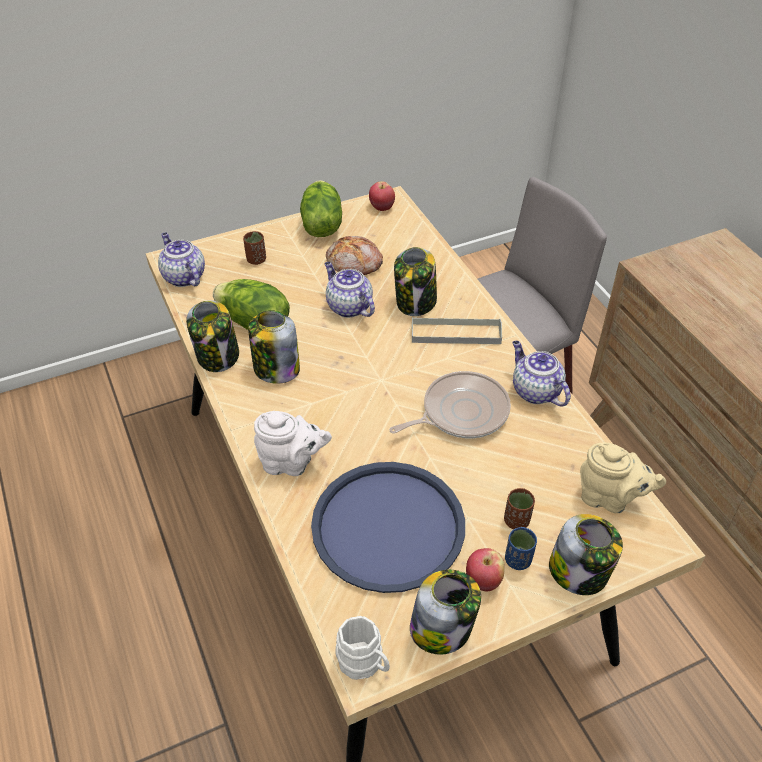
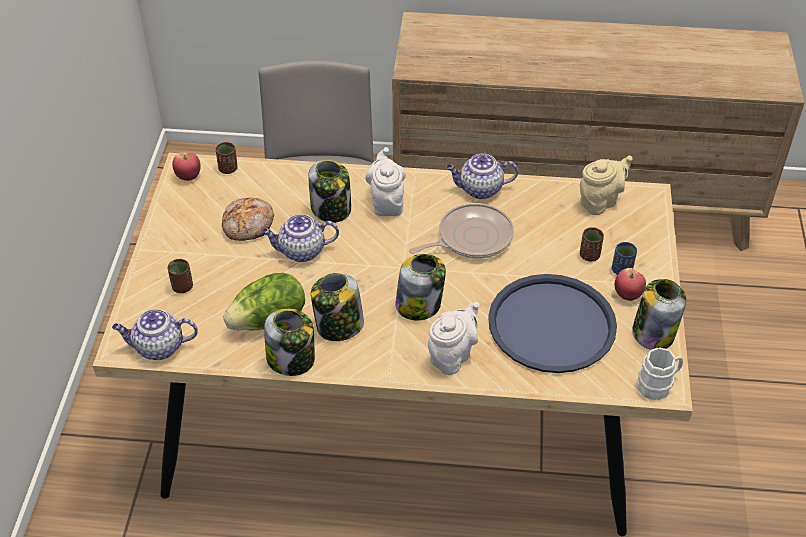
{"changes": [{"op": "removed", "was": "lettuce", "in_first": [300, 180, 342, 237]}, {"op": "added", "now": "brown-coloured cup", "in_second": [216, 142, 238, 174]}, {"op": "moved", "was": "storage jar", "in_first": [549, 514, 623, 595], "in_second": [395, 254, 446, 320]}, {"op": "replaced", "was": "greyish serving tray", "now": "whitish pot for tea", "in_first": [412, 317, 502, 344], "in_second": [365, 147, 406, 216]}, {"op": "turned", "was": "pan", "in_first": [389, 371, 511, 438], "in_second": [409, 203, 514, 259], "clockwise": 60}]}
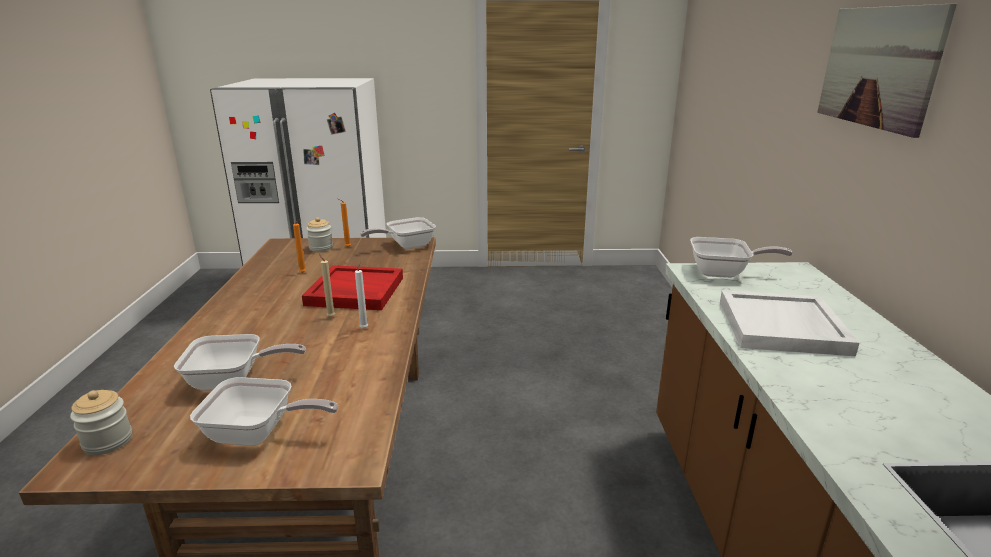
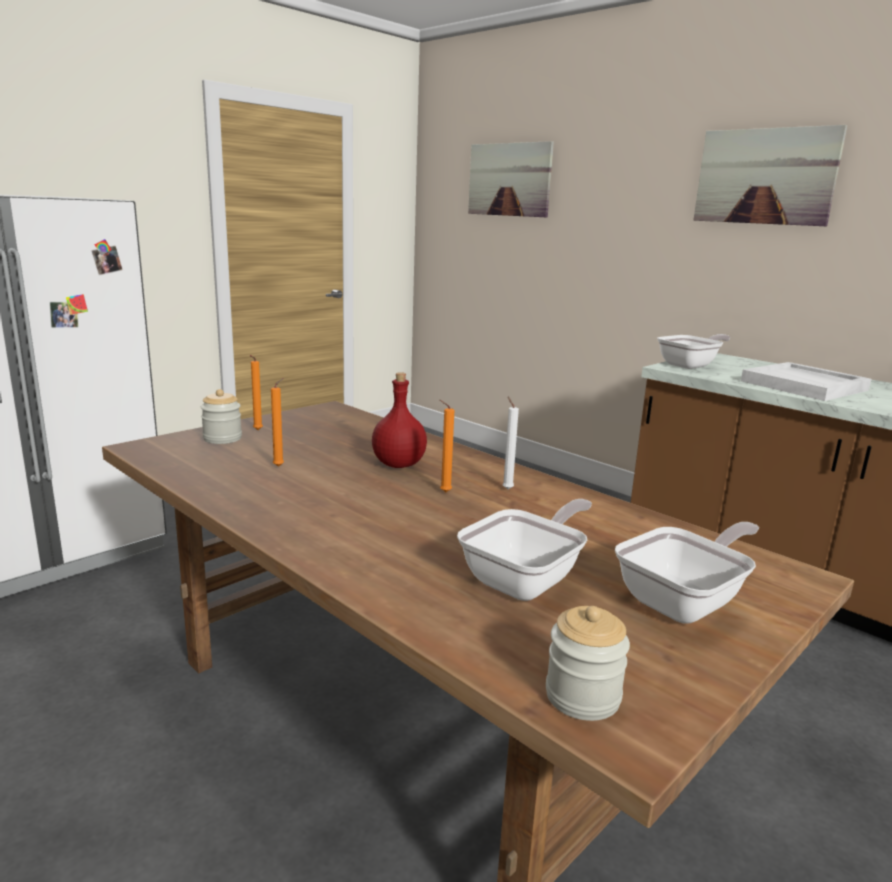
{"changes": [{"op": "removed", "was": "pan", "in_first": [360, 217, 436, 249]}, {"op": "added", "now": "picture", "in_second": [468, 141, 554, 217]}, {"op": "replaced", "was": "reddish serving tray", "now": "reddish bottle", "in_first": [302, 265, 403, 310], "in_second": [372, 372, 427, 468]}, {"op": "recoloured", "was": "sand-coloured candle", "now": "orange candle", "in_first": [319, 253, 335, 317], "in_second": [440, 400, 454, 492]}]}
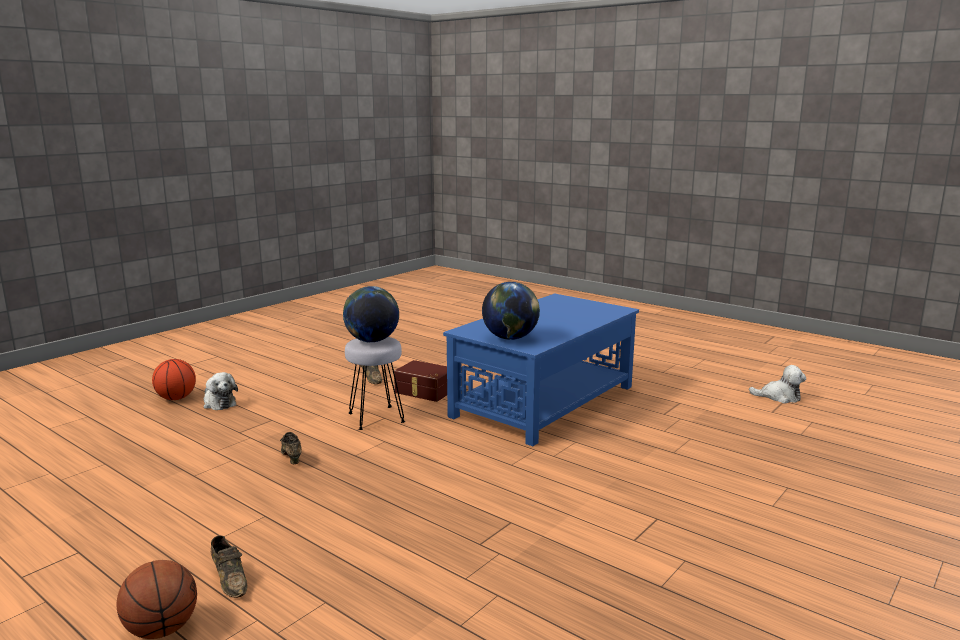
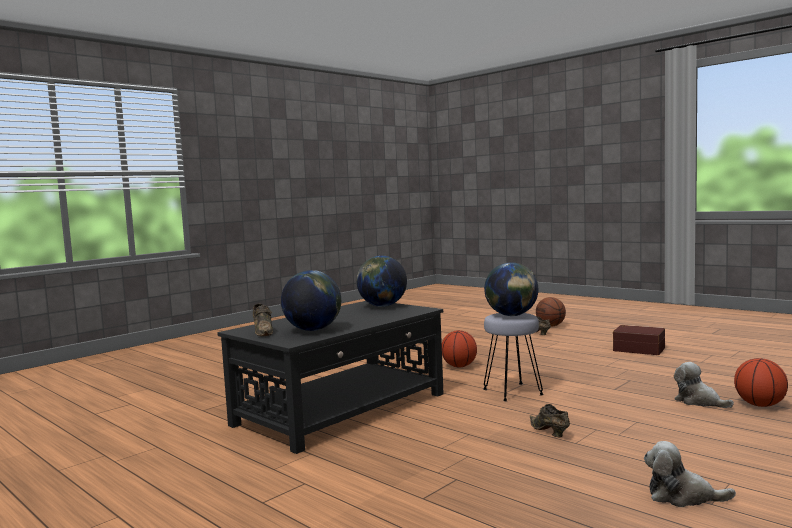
{"changes": [{"op": "added", "now": "world globe", "in_second": [281, 270, 341, 331]}, {"op": "added", "now": "basketball", "in_second": [442, 330, 477, 368]}, {"op": "moved", "was": "brown-coloured item of footwear", "in_first": [280, 432, 302, 464], "in_second": [253, 303, 273, 336]}, {"op": "moved", "was": "brown-coloured storage container", "in_first": [394, 360, 447, 402], "in_second": [613, 325, 665, 355]}, {"op": "moved", "was": "cuddly toy", "in_first": [749, 365, 806, 403], "in_second": [644, 441, 736, 507]}, {"op": "recoloured", "was": "blue-coloured coffee table", "now": "black coffee table", "in_first": [443, 293, 639, 446], "in_second": [217, 301, 444, 454]}]}
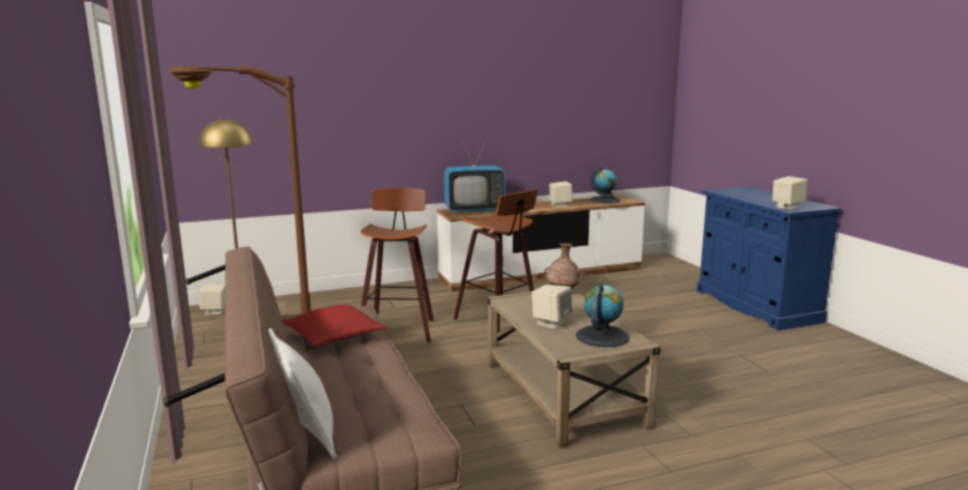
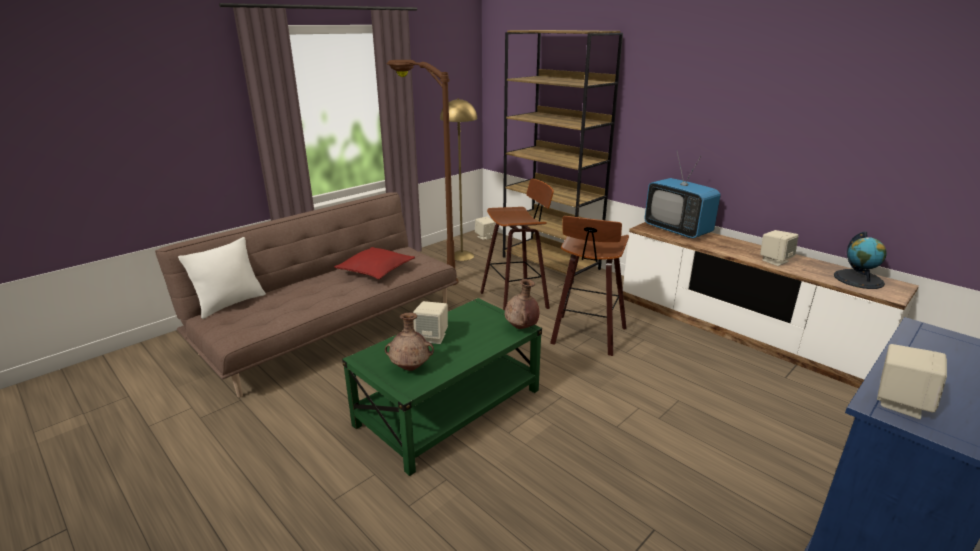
{"changes": [{"op": "added", "now": "brown-coloured bookshelf", "in_second": [503, 30, 623, 283]}, {"op": "replaced", "was": "world globe", "now": "brown-coloured vase", "in_first": [576, 283, 630, 347], "in_second": [385, 313, 434, 371]}, {"op": "recoloured", "was": "sand-coloured coffee table", "now": "green-coloured coffee table", "in_first": [487, 289, 661, 448], "in_second": [342, 298, 542, 476]}]}
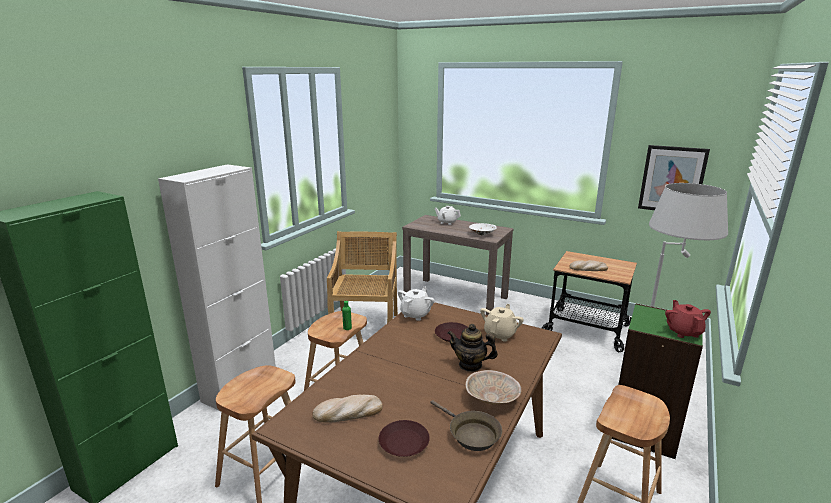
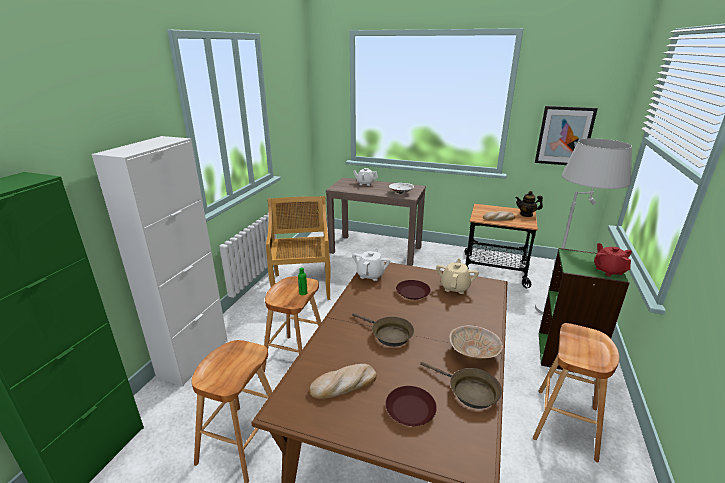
{"changes": [{"op": "added", "now": "brown-coloured pan", "in_second": [352, 313, 414, 347]}, {"op": "moved", "was": "pot for tea", "in_first": [448, 324, 498, 372], "in_second": [515, 191, 543, 217]}]}
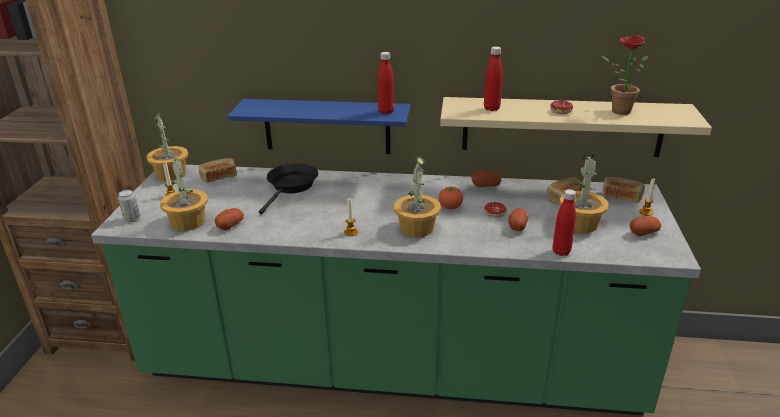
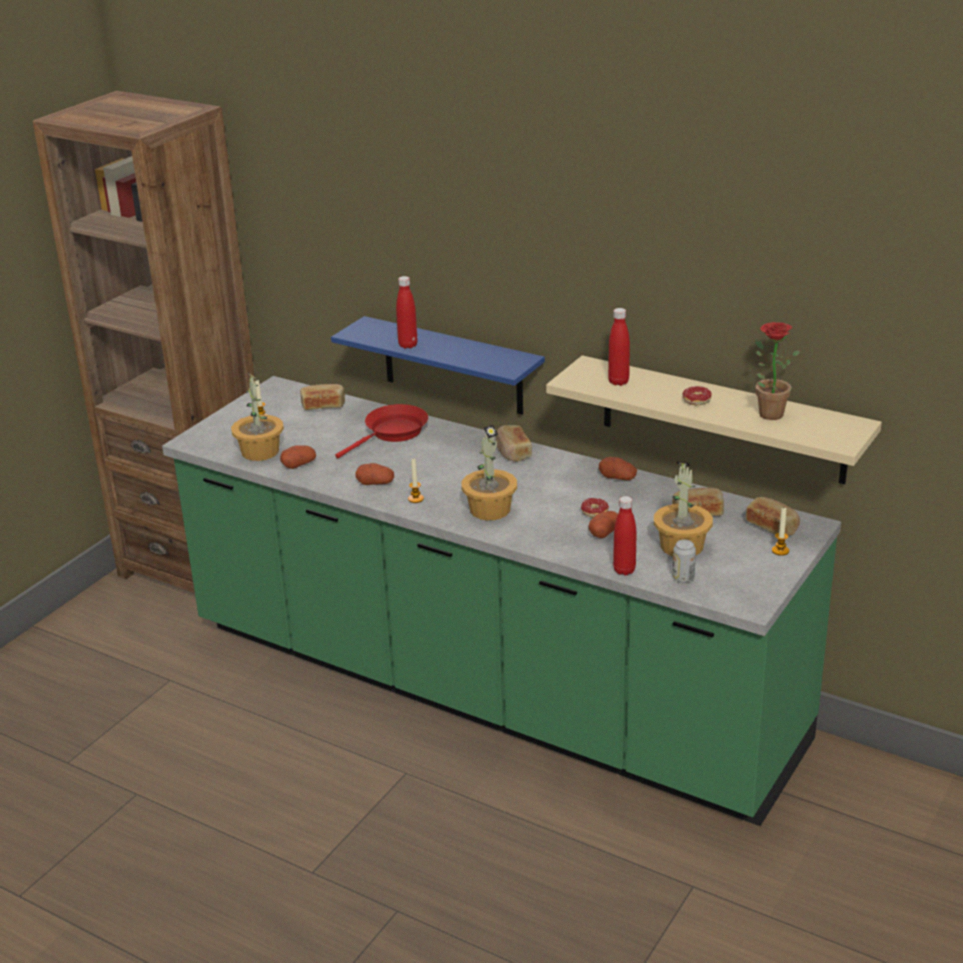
{"changes": [{"op": "removed", "was": "houseplant", "in_first": [146, 111, 189, 181]}, {"op": "removed", "was": "whole tomato", "in_first": [439, 186, 463, 209]}, {"op": "added", "now": "bread", "in_second": [496, 425, 532, 462]}, {"op": "moved", "was": "sealed can", "in_first": [118, 190, 140, 222], "in_second": [673, 540, 696, 583]}, {"op": "moved", "was": "reddish bottle", "in_first": [378, 52, 394, 114], "in_second": [396, 276, 417, 349]}, {"op": "moved", "was": "potato", "in_first": [630, 216, 661, 236], "in_second": [355, 463, 394, 485]}, {"op": "recoloured", "was": "black pan", "now": "reddish pan", "in_first": [259, 163, 318, 214], "in_second": [335, 404, 428, 459]}]}
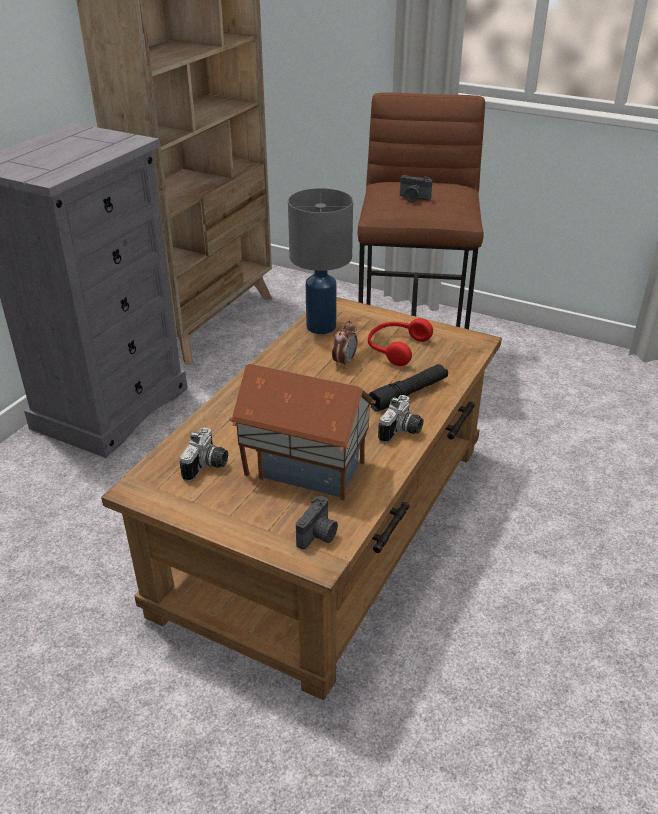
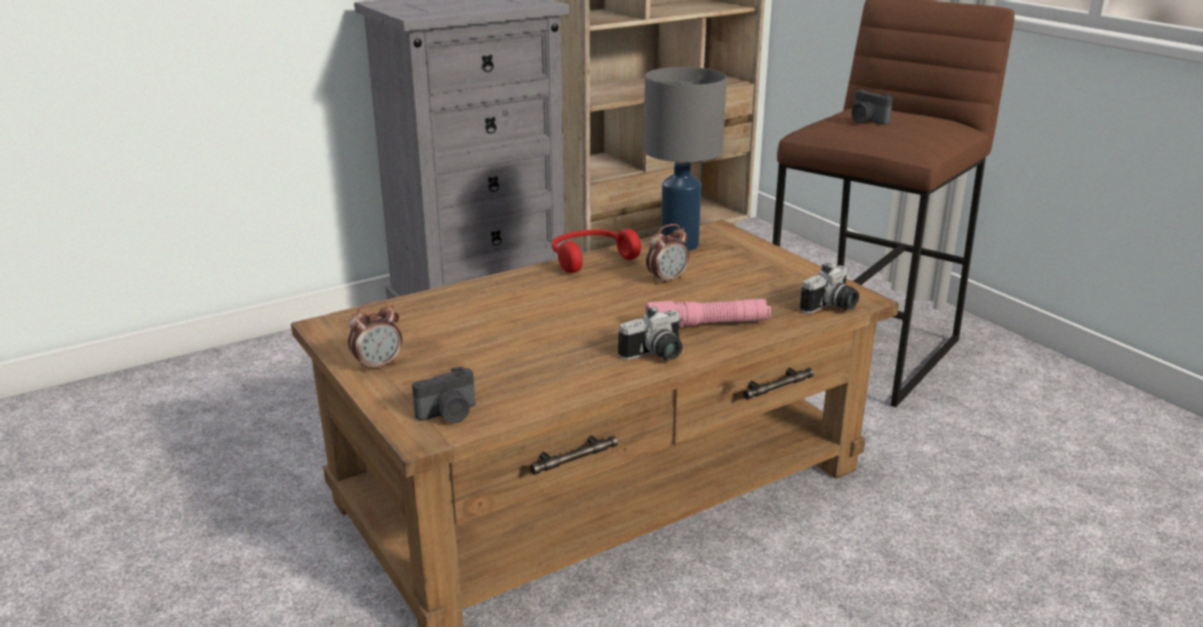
{"changes": [{"op": "removed", "was": "model house", "in_first": [229, 364, 376, 500]}, {"op": "added", "now": "bedside clock", "in_second": [348, 301, 402, 373]}, {"op": "moved", "was": "still camera", "in_first": [180, 428, 228, 482], "in_second": [800, 263, 859, 314]}, {"op": "moved", "was": "reddish headphones", "in_first": [368, 318, 433, 366], "in_second": [552, 229, 641, 273]}, {"op": "recoloured", "was": "black torch", "now": "pink-coloured torch", "in_first": [368, 364, 448, 412], "in_second": [645, 299, 771, 327]}]}
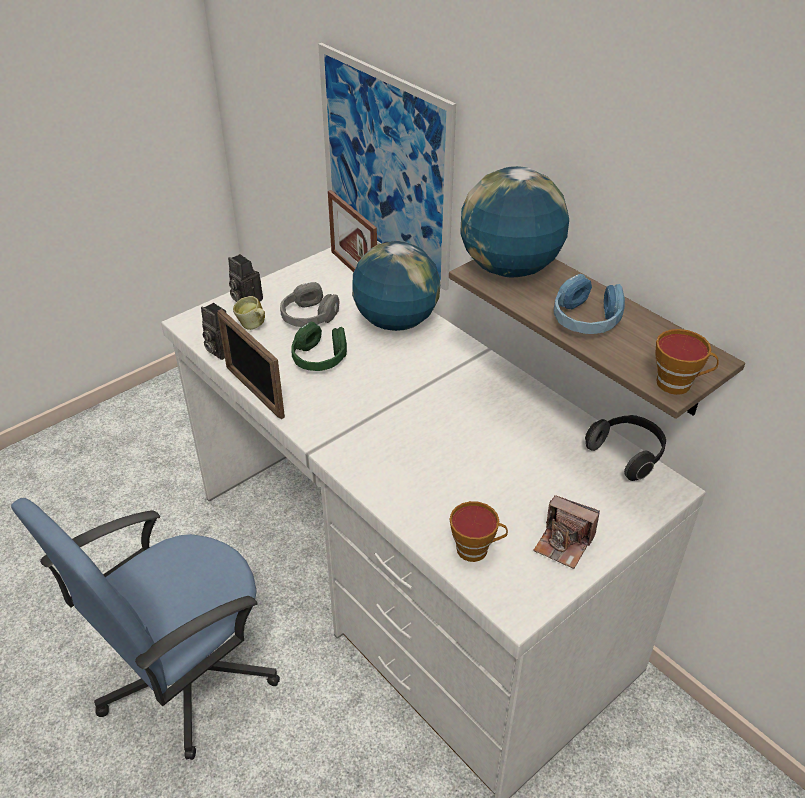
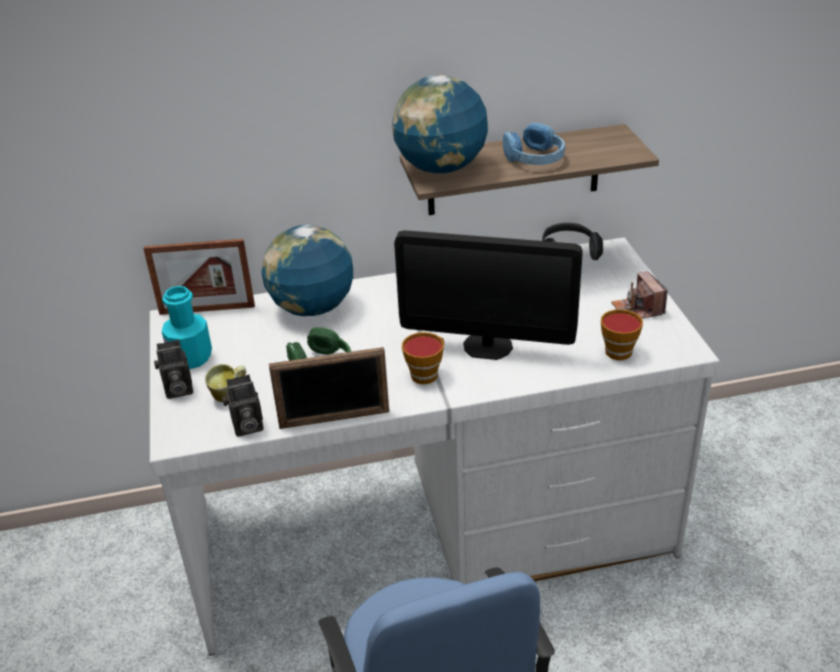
{"changes": [{"op": "removed", "was": "greyish headphones", "in_first": [280, 282, 340, 327]}, {"op": "removed", "was": "picture", "in_first": [318, 43, 456, 291]}, {"op": "added", "now": "turquoise bottle", "in_second": [162, 286, 212, 369]}, {"op": "added", "now": "monitor", "in_second": [394, 230, 583, 360]}, {"op": "moved", "was": "cup", "in_first": [656, 329, 719, 395], "in_second": [402, 332, 444, 384]}, {"op": "turned", "was": "still camera", "in_first": [533, 495, 600, 569], "in_second": [611, 271, 668, 318], "clockwise": 105}]}
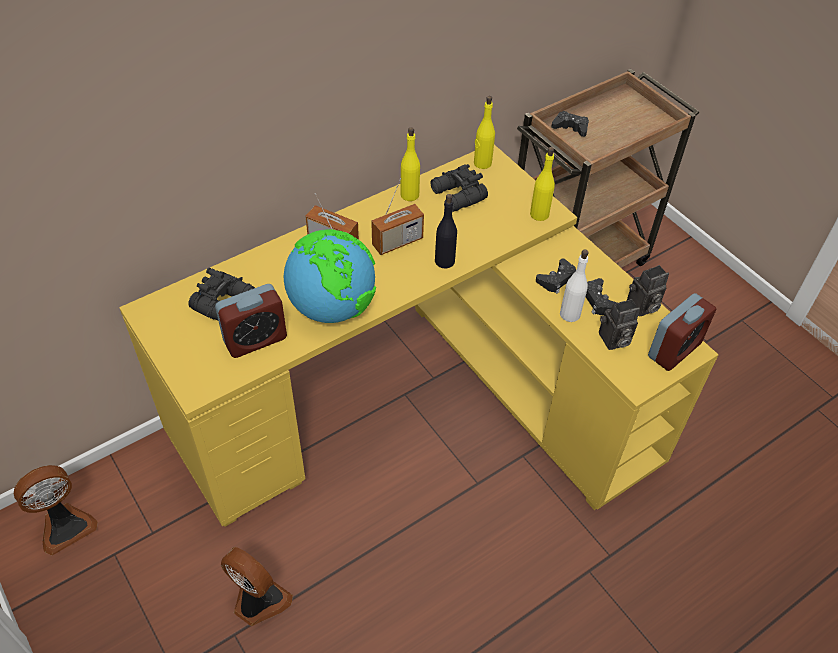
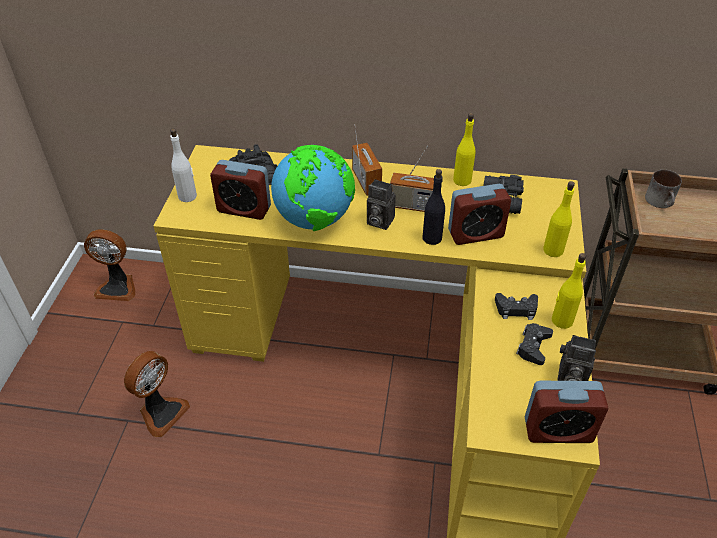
{"changes": [{"op": "added", "now": "bedside clock", "in_second": [448, 184, 511, 245]}, {"op": "moved", "was": "yellow bottle", "in_first": [474, 96, 495, 169], "in_second": [552, 253, 586, 329]}, {"op": "moved", "was": "whitish bottle", "in_first": [560, 250, 589, 322], "in_second": [170, 128, 197, 202]}, {"op": "moved", "was": "still camera", "in_first": [599, 299, 640, 350], "in_second": [367, 179, 396, 230]}, {"op": "replaced", "was": "black gamepad", "now": "tea mug", "in_first": [551, 111, 589, 137], "in_second": [645, 170, 682, 208]}, {"op": "turned", "was": "cooling fan", "in_first": [221, 547, 293, 626], "in_second": [124, 351, 190, 437], "clockwise": 45}]}
